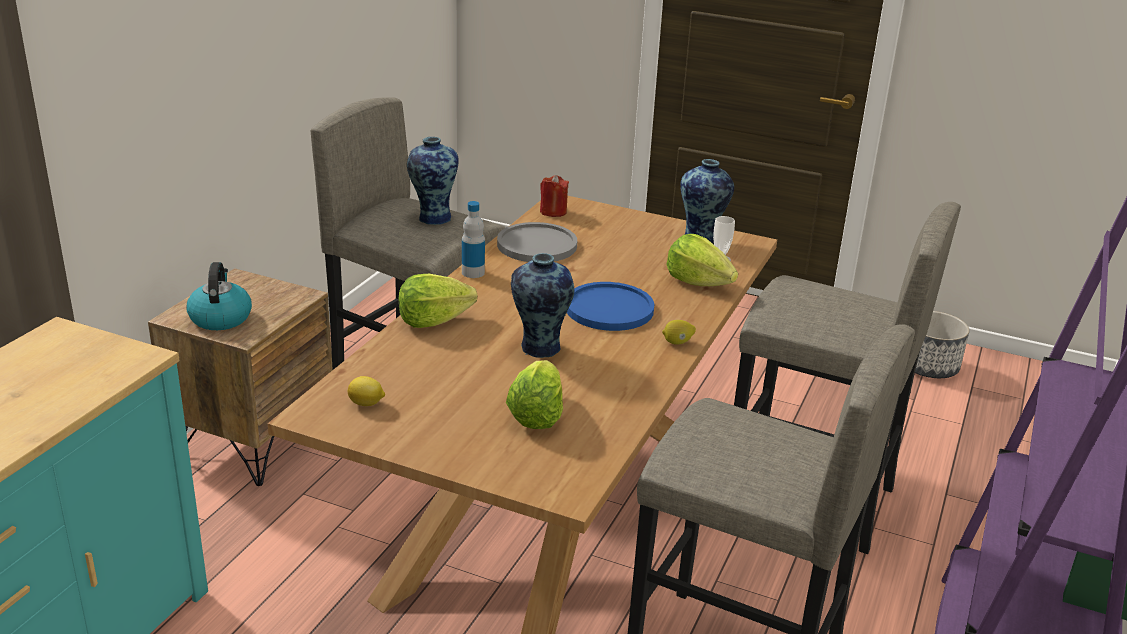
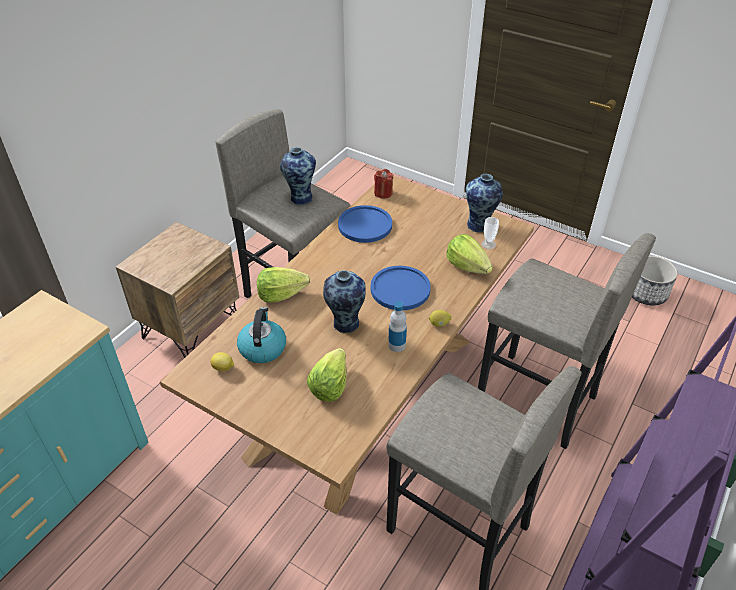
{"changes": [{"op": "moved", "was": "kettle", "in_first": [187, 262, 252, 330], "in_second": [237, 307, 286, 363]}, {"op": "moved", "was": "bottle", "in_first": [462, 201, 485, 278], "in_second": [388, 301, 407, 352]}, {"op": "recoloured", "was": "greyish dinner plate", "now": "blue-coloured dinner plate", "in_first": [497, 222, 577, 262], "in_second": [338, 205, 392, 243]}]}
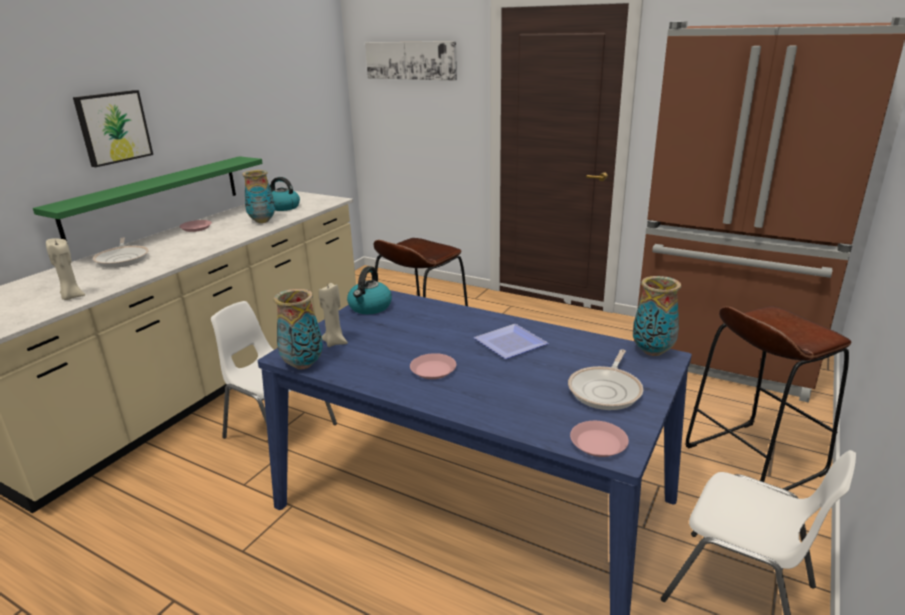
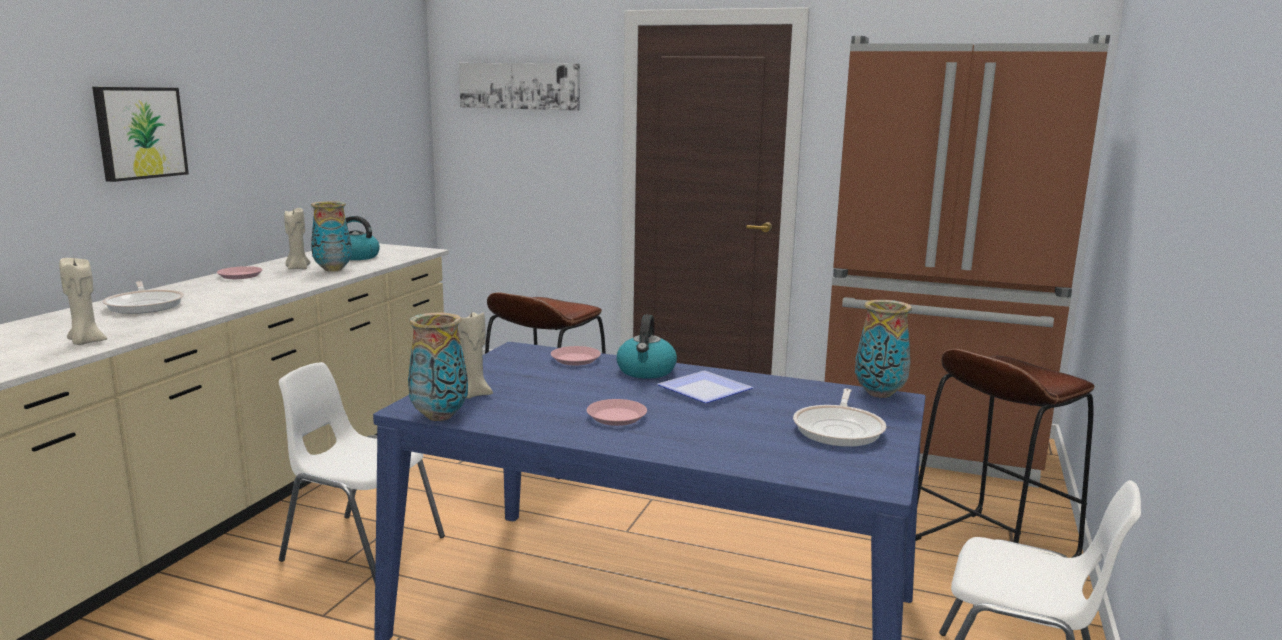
{"changes": [{"op": "removed", "was": "green-coloured bracket shelf", "in_first": [33, 156, 263, 244]}, {"op": "added", "now": "sand-coloured candle", "in_second": [284, 208, 310, 269]}, {"op": "moved", "was": "kettle", "in_first": [347, 266, 392, 314], "in_second": [617, 315, 677, 379]}, {"op": "moved", "was": "pink-coloured dinner plate", "in_first": [570, 421, 629, 457], "in_second": [551, 346, 601, 365]}]}
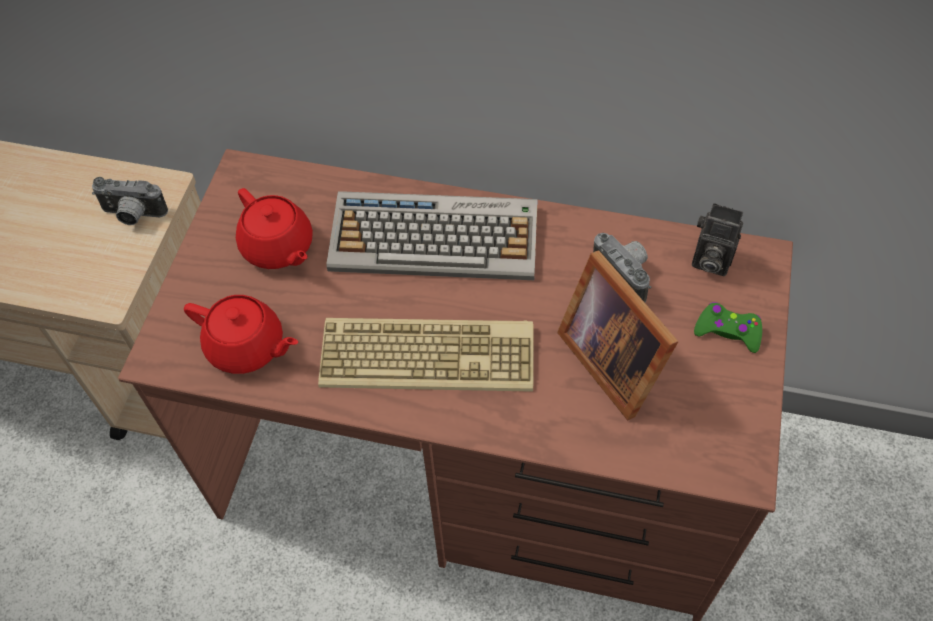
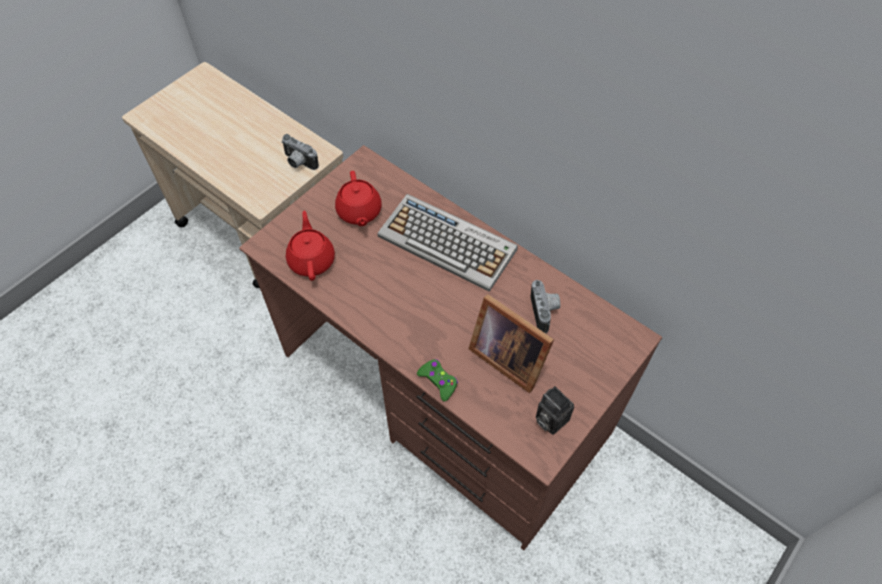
{"changes": [{"op": "removed", "was": "computer keyboard", "in_first": [318, 318, 533, 392]}, {"op": "moved", "was": "still camera", "in_first": [692, 203, 743, 276], "in_second": [536, 386, 574, 435]}, {"op": "moved", "was": "green-coloured gamepad", "in_first": [694, 302, 762, 353], "in_second": [417, 359, 458, 401]}, {"op": "turned", "was": "reddish pot for tea", "in_first": [184, 295, 298, 374], "in_second": [286, 211, 335, 281], "clockwise": -150}, {"op": "turned", "was": "standing frame", "in_first": [557, 250, 679, 420], "in_second": [468, 294, 554, 393], "clockwise": -45}]}
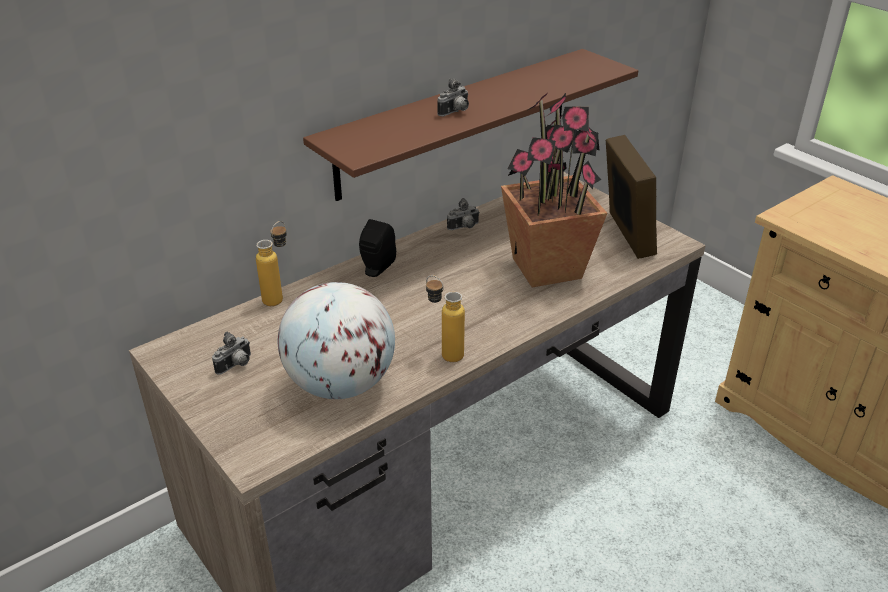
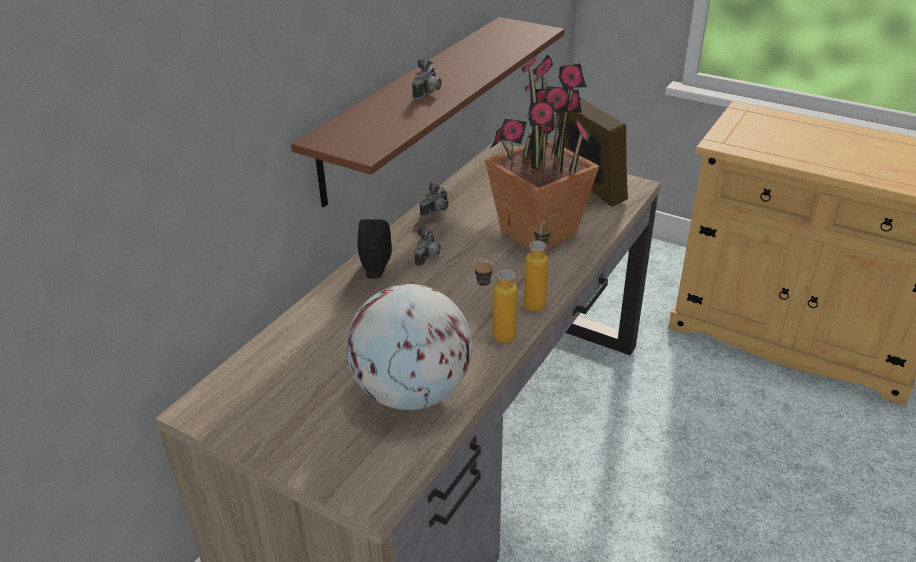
{"changes": [{"op": "moved", "was": "still camera", "in_first": [212, 331, 251, 374], "in_second": [415, 227, 441, 267]}, {"op": "moved", "was": "bottle", "in_first": [256, 221, 287, 306], "in_second": [524, 219, 551, 311]}]}
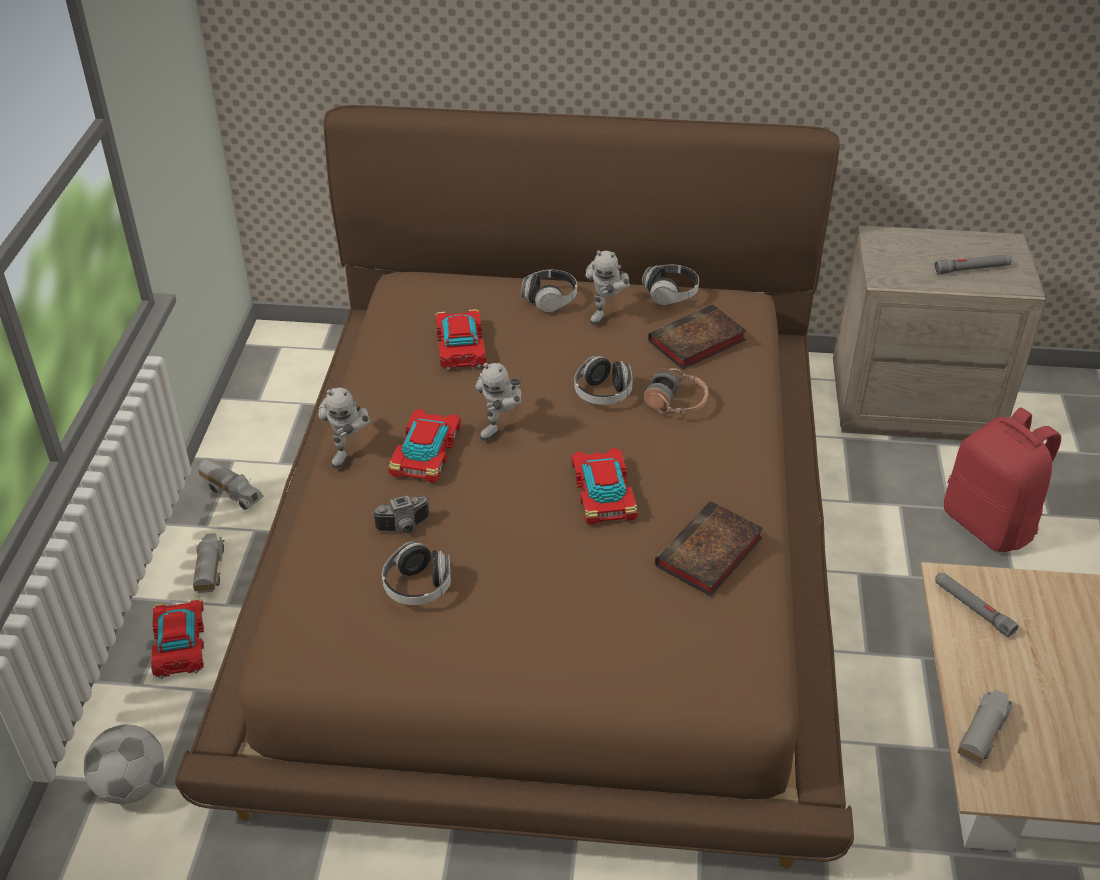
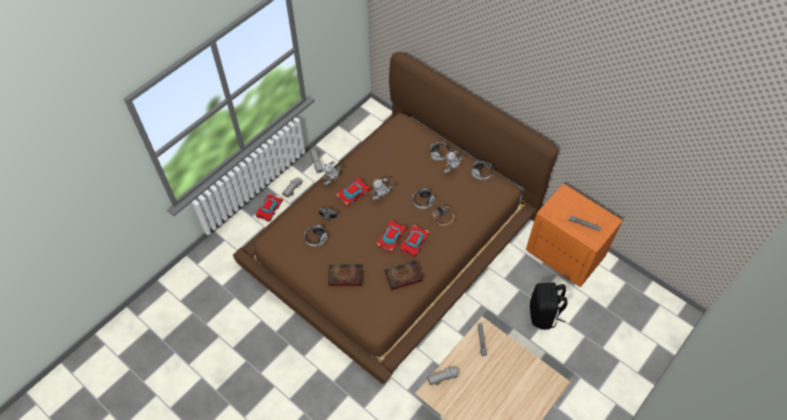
{"changes": [{"op": "removed", "was": "football ball", "in_first": [84, 724, 164, 804]}, {"op": "moved", "was": "miniature car", "in_first": [435, 309, 486, 371], "in_second": [400, 225, 430, 258]}, {"op": "moved", "was": "volume", "in_first": [648, 304, 747, 370], "in_second": [328, 264, 363, 286]}, {"op": "recoloured", "was": "sand-coloured night table", "now": "orange night table", "in_first": [833, 225, 1046, 440], "in_second": [526, 183, 623, 287]}, {"op": "recoloured", "was": "reddish rucksack", "now": "black rucksack", "in_first": [944, 407, 1061, 552], "in_second": [530, 282, 567, 330]}]}
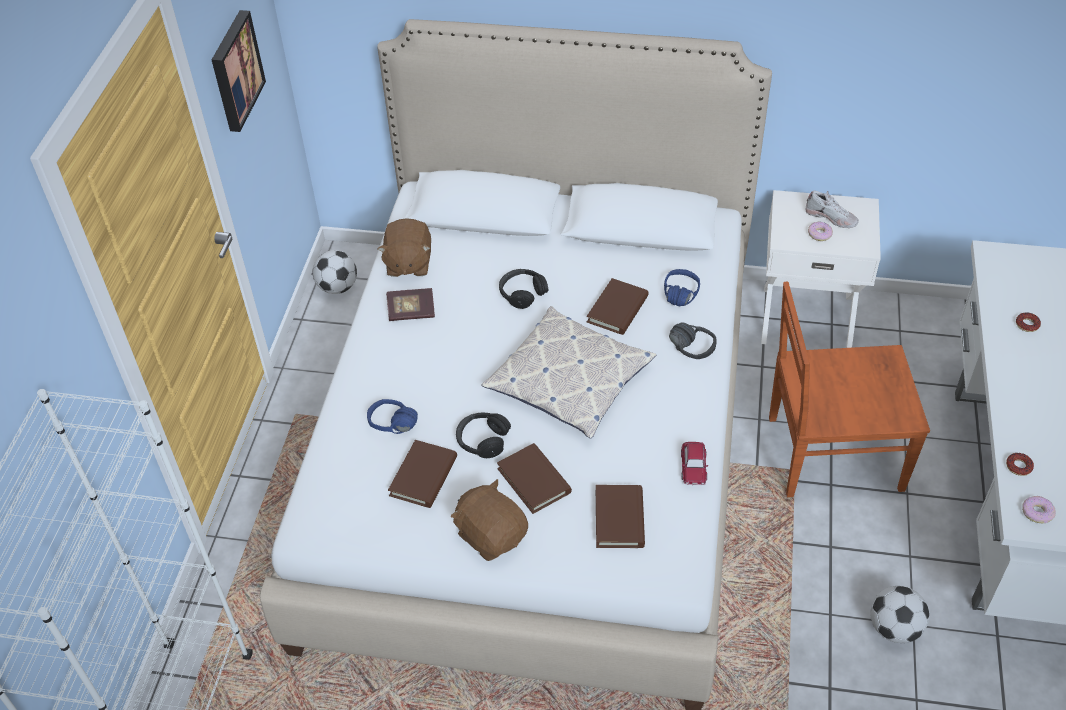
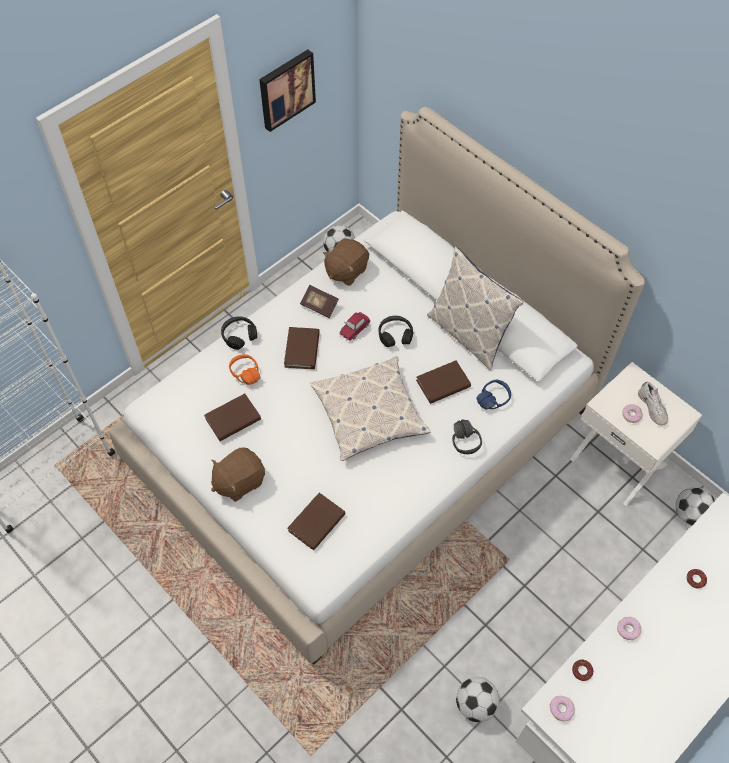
{"changes": [{"op": "removed", "was": "brown-coloured upright chair", "in_first": [769, 281, 930, 497]}, {"op": "added", "now": "throw pillow", "in_second": [427, 246, 524, 370]}, {"op": "added", "now": "ring doughnut", "in_second": [617, 617, 641, 640]}, {"op": "added", "now": "football ball", "in_second": [675, 487, 715, 525]}, {"op": "moved", "was": "black headphones", "in_first": [456, 413, 511, 458], "in_second": [221, 316, 257, 350]}, {"op": "moved", "was": "brown-coloured volume", "in_first": [497, 443, 572, 514], "in_second": [284, 327, 320, 369]}, {"op": "moved", "was": "miniature car", "in_first": [681, 442, 708, 485], "in_second": [340, 312, 371, 341]}, {"op": "recoloured", "was": "blue-coloured headphones", "now": "orange headphones", "in_first": [367, 399, 418, 434], "in_second": [229, 354, 260, 385]}, {"op": "turned", "was": "brown-coloured cuddly toy", "in_first": [451, 479, 528, 561], "in_second": [211, 447, 265, 502], "clockwise": -120}]}
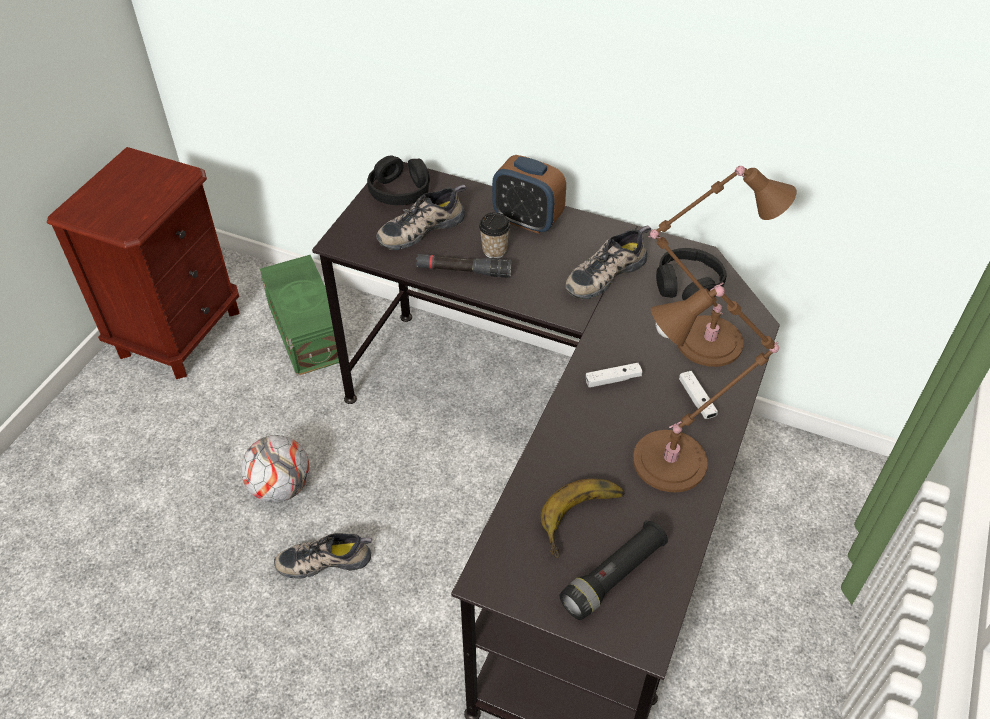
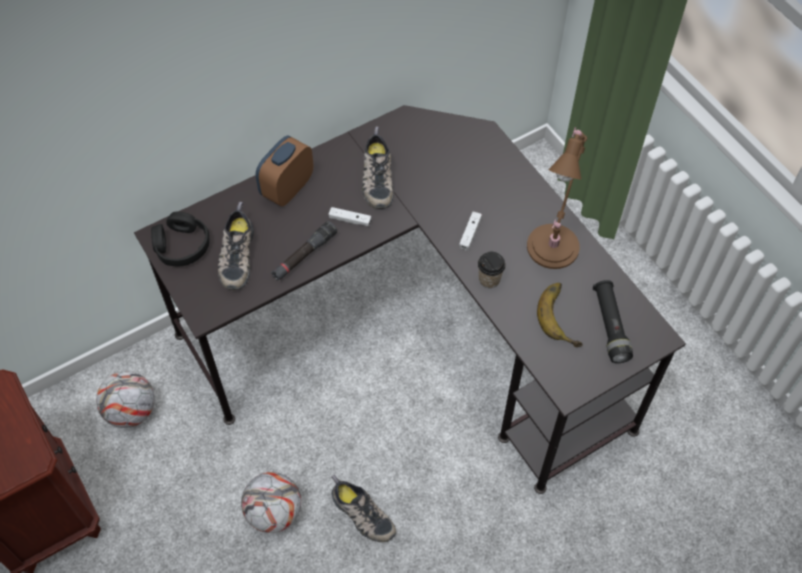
{"changes": [{"op": "removed", "was": "brown-coloured tabletop lamp", "in_first": [648, 166, 797, 367]}, {"op": "removed", "was": "black headphones", "in_first": [656, 248, 727, 300]}, {"op": "moved", "was": "cup", "in_first": [479, 212, 511, 258], "in_second": [478, 252, 506, 288]}, {"op": "moved", "was": "whitish gamepad", "in_first": [679, 371, 718, 419], "in_second": [329, 207, 371, 226]}, {"op": "replaced", "was": "green-coloured storage container", "now": "football ball", "in_first": [260, 255, 339, 376], "in_second": [96, 371, 155, 428]}, {"op": "turned", "was": "item of footwear", "in_first": [274, 533, 372, 579], "in_second": [331, 475, 396, 542], "clockwise": -75}, {"op": "turned", "was": "bedside clock", "in_first": [492, 155, 566, 234], "in_second": [256, 135, 314, 207], "clockwise": 150}]}
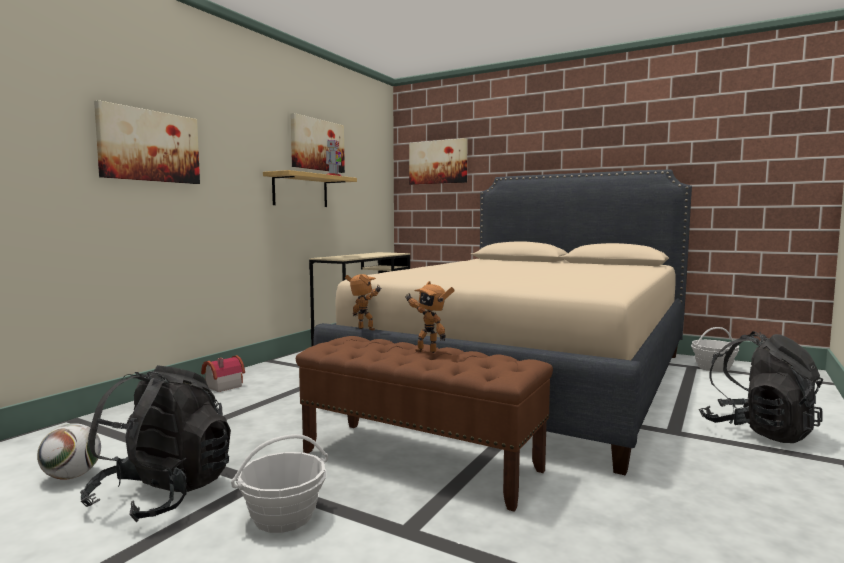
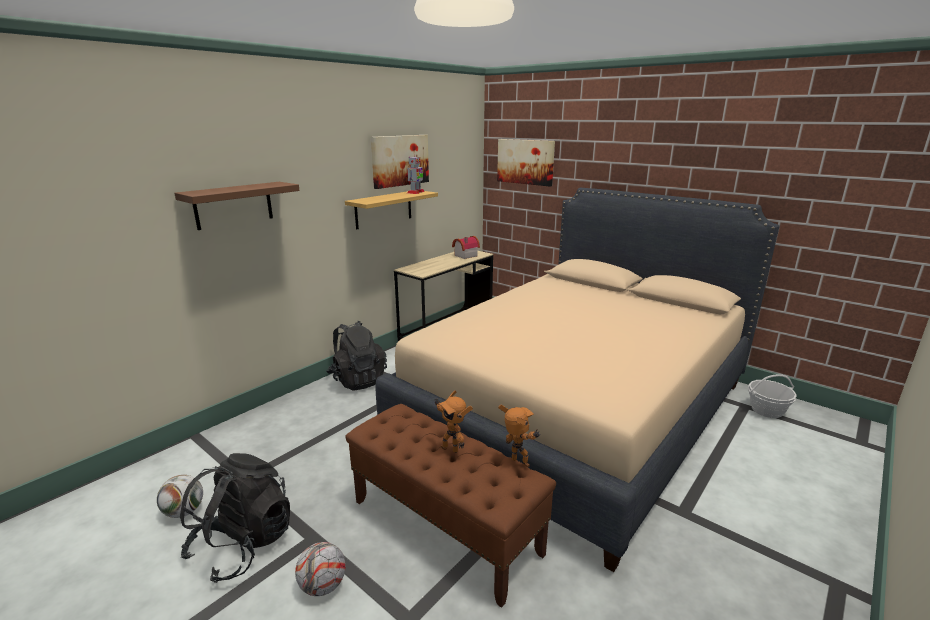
{"changes": [{"op": "moved", "was": "model house", "in_first": [201, 355, 245, 392], "in_second": [452, 236, 480, 259]}, {"op": "moved", "was": "toy robot", "in_first": [345, 274, 382, 330], "in_second": [498, 405, 541, 467]}, {"op": "moved", "was": "black rucksack", "in_first": [699, 331, 823, 443], "in_second": [326, 321, 387, 391]}, {"op": "replaced", "was": "picture", "now": "brown-coloured bracket shelf", "in_first": [94, 100, 200, 184], "in_second": [174, 182, 300, 230]}, {"op": "replaced", "was": "household basket", "now": "football ball", "in_first": [231, 434, 328, 533], "in_second": [295, 542, 346, 596]}]}
